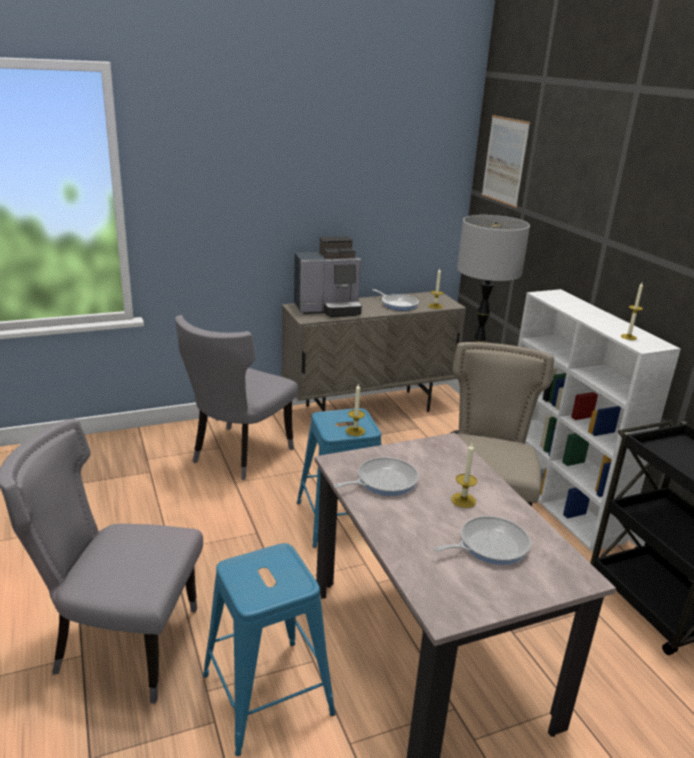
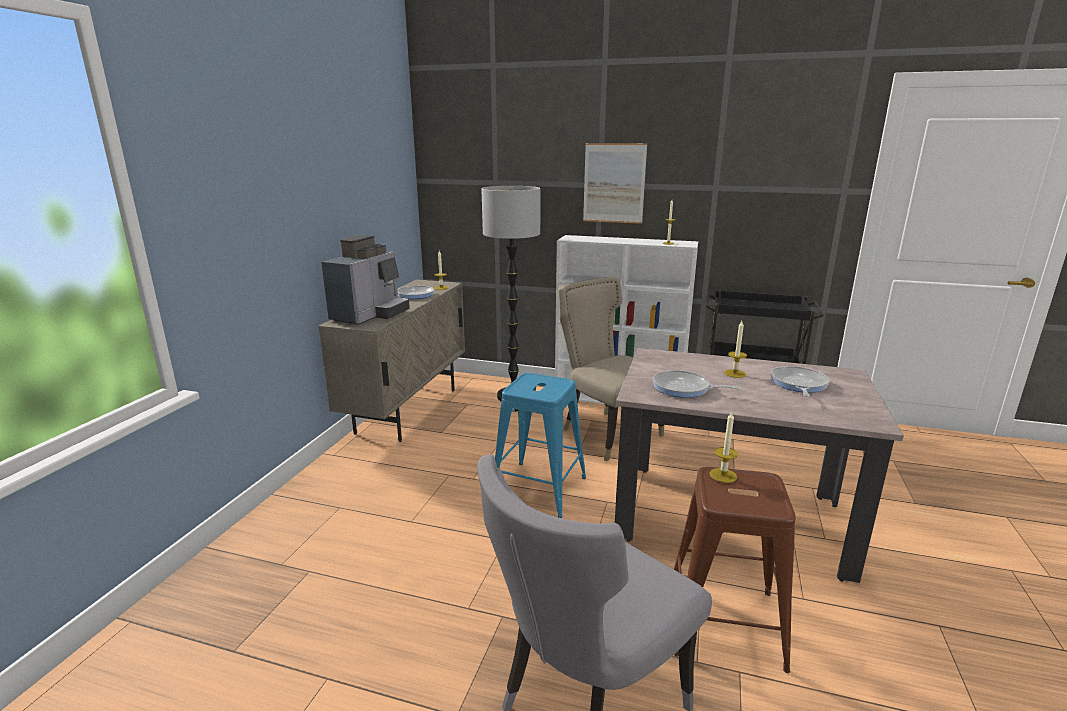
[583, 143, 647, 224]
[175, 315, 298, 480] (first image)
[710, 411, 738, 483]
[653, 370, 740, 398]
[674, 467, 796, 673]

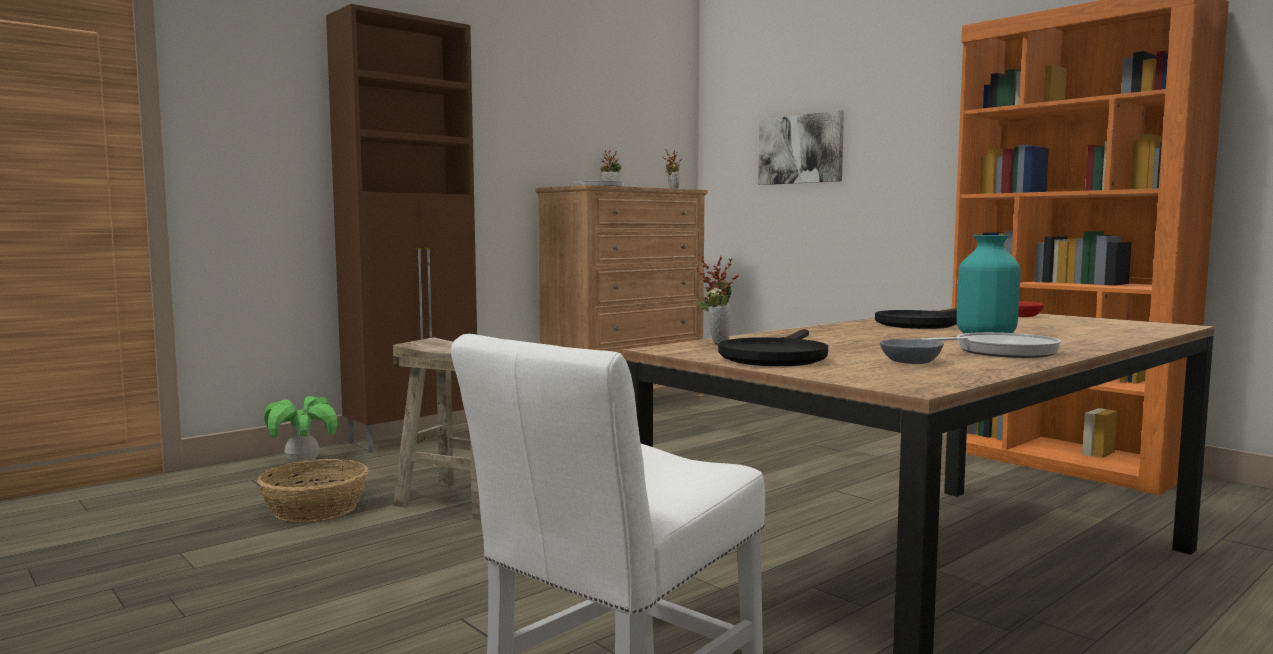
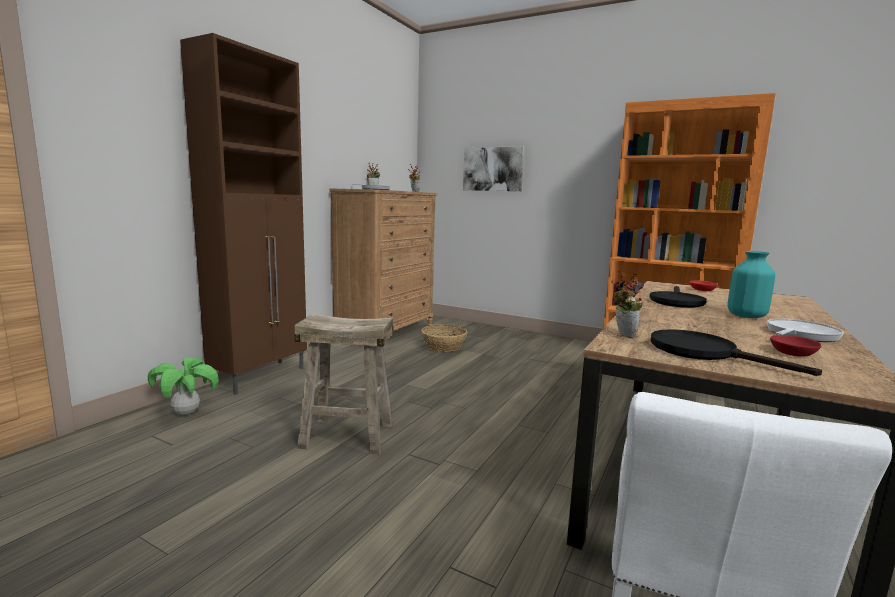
[651, 329, 822, 376]
[770, 335, 822, 357]
[421, 324, 468, 352]

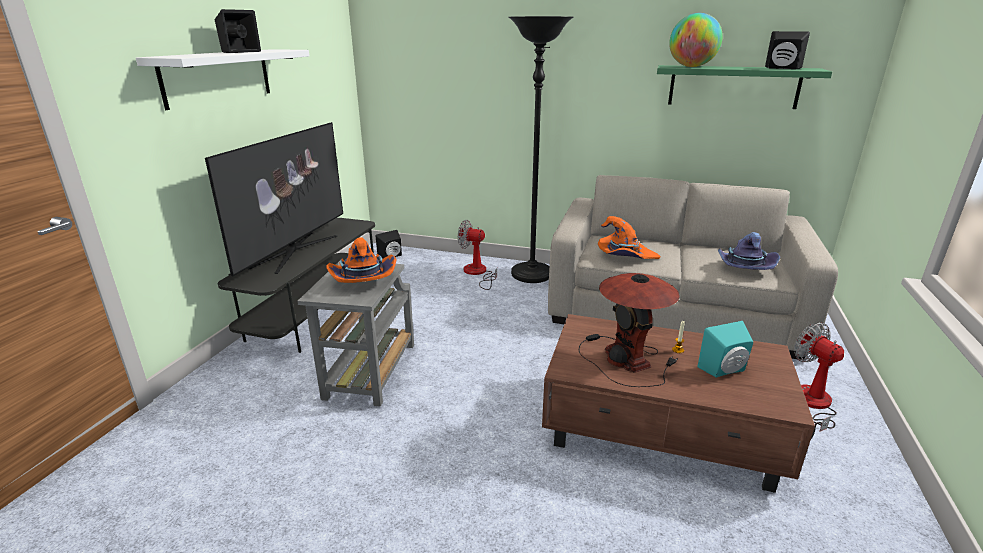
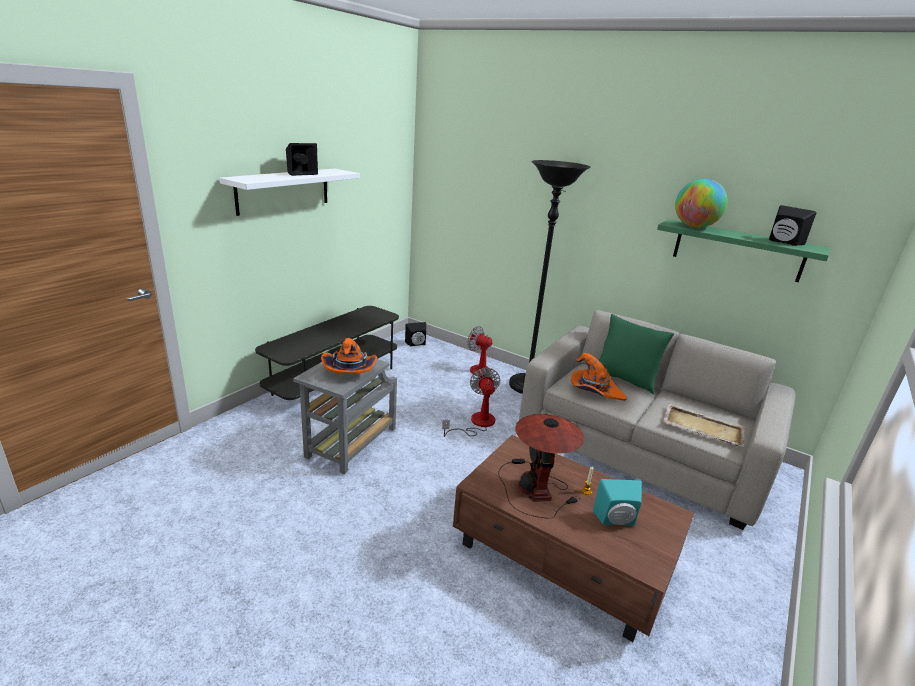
[205, 122, 343, 277] (first image)
[663, 403, 745, 447]
[442, 368, 500, 437]
[599, 314, 674, 394]

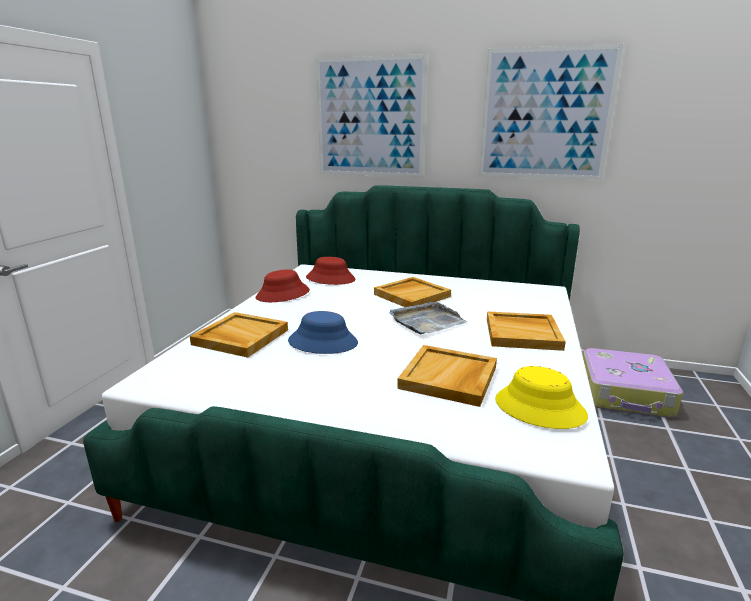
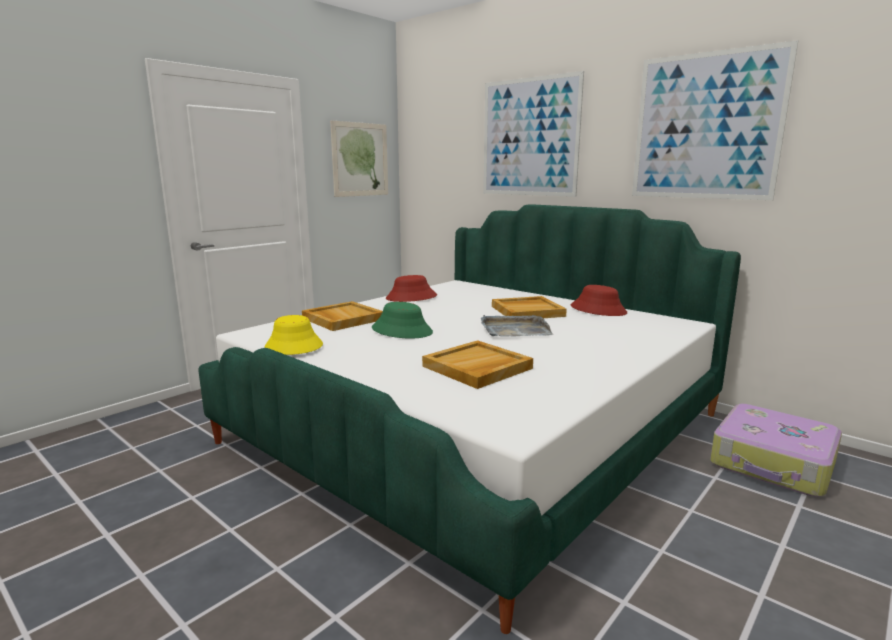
[571, 285, 627, 316]
[372, 302, 433, 339]
[487, 311, 566, 351] (first image)
[264, 315, 323, 355]
[330, 120, 388, 197]

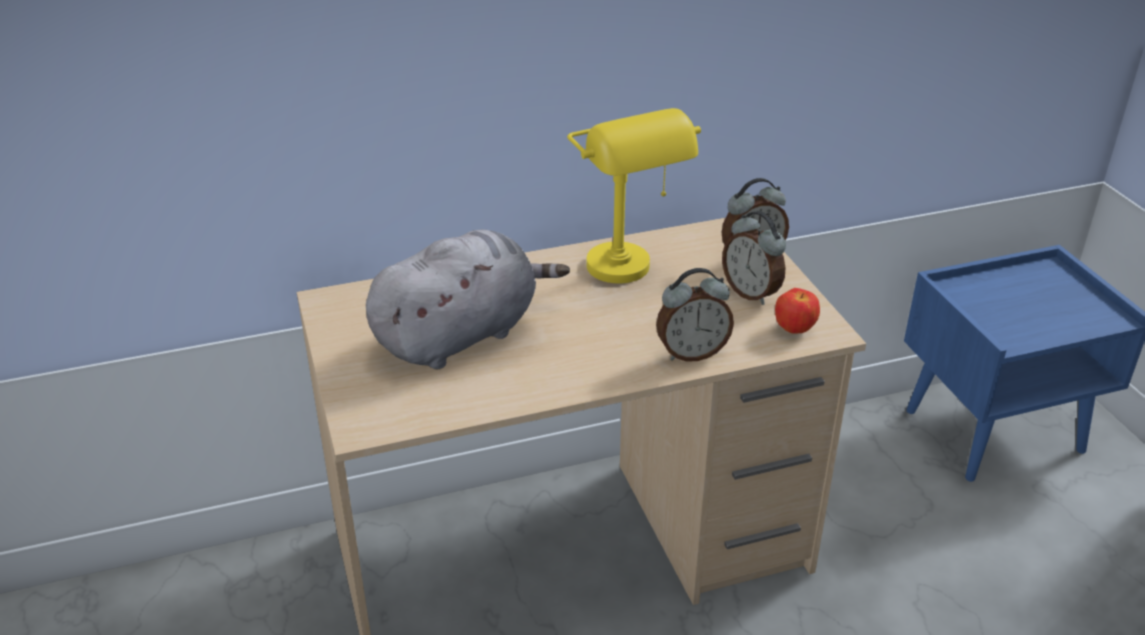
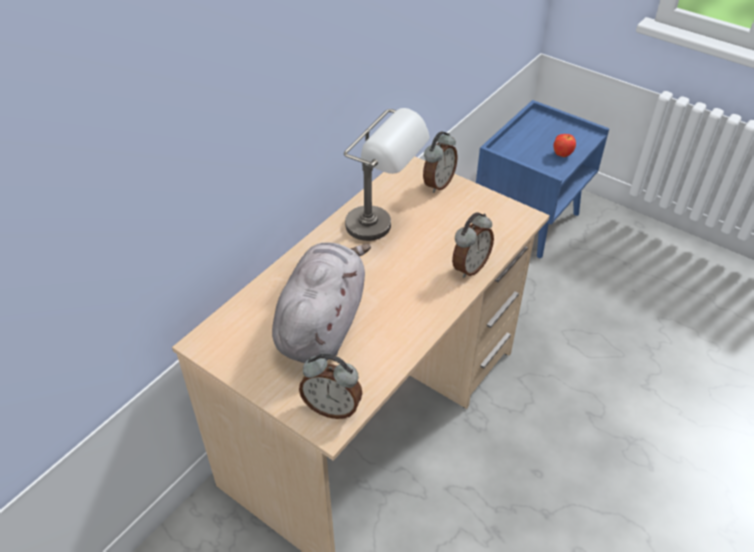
[344, 108, 430, 241]
[299, 353, 363, 419]
[553, 134, 576, 157]

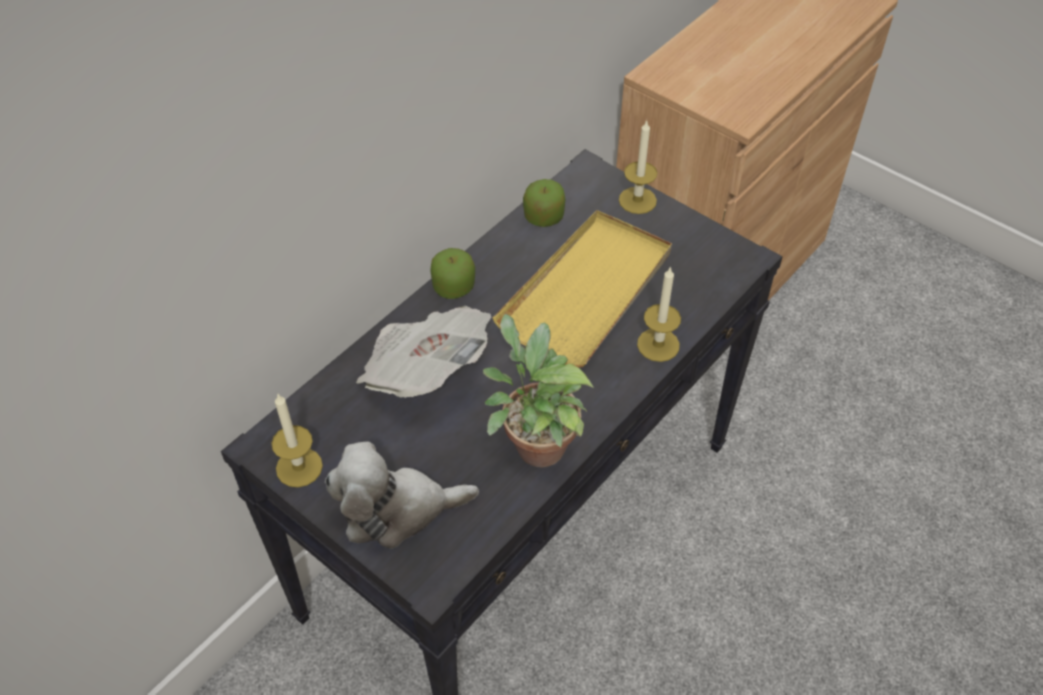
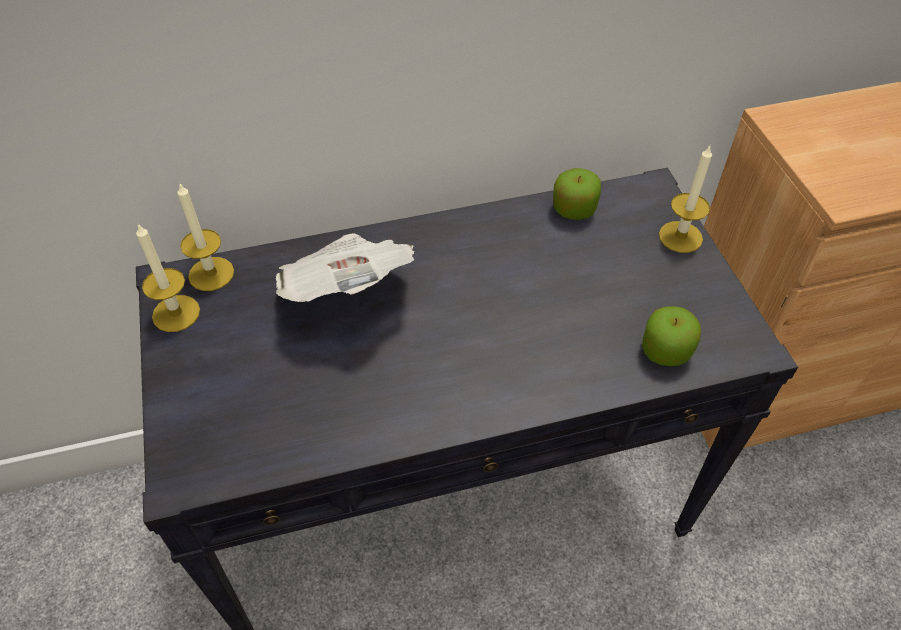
[493, 210, 672, 368] (first image)
[642, 306, 701, 366]
[177, 182, 234, 291]
[483, 314, 594, 468] (first image)
[325, 442, 479, 549] (first image)

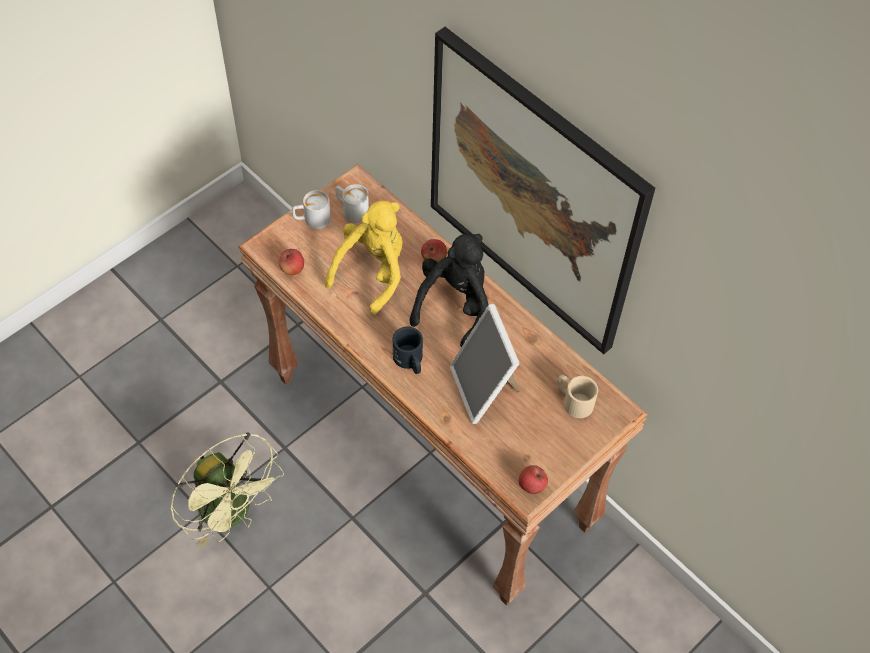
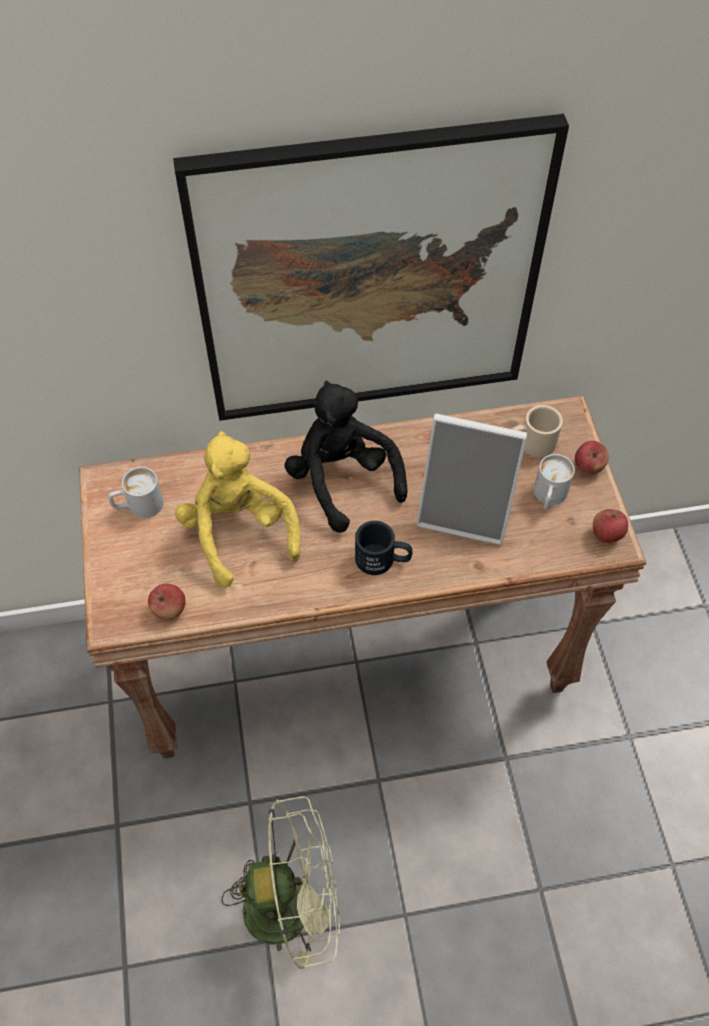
[534, 454, 575, 510]
[575, 441, 609, 474]

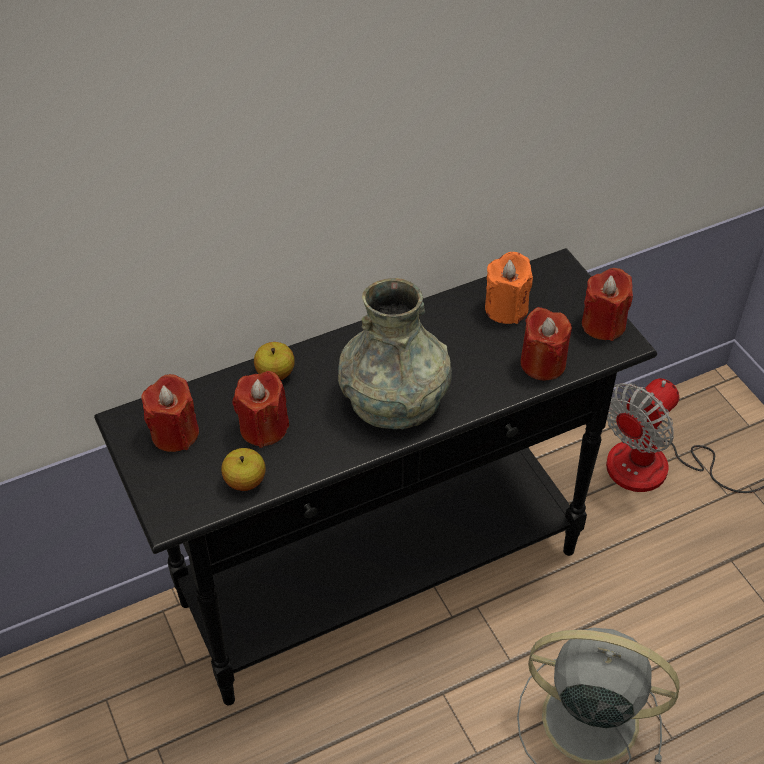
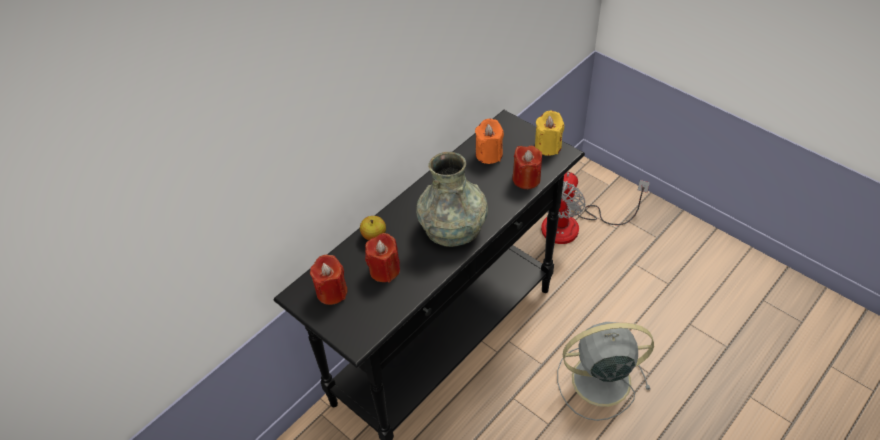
[535, 111, 564, 156]
[221, 448, 265, 491] (first image)

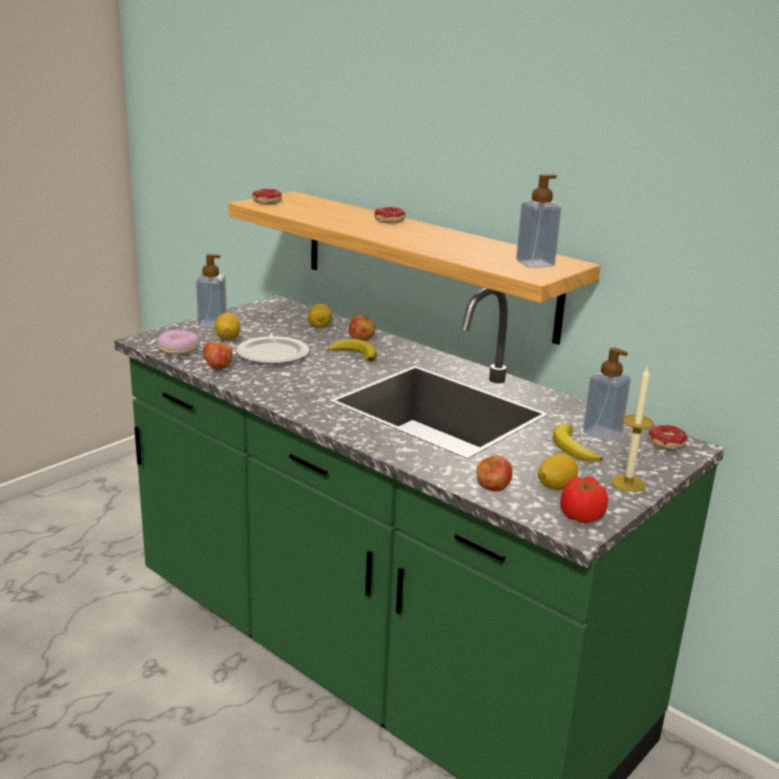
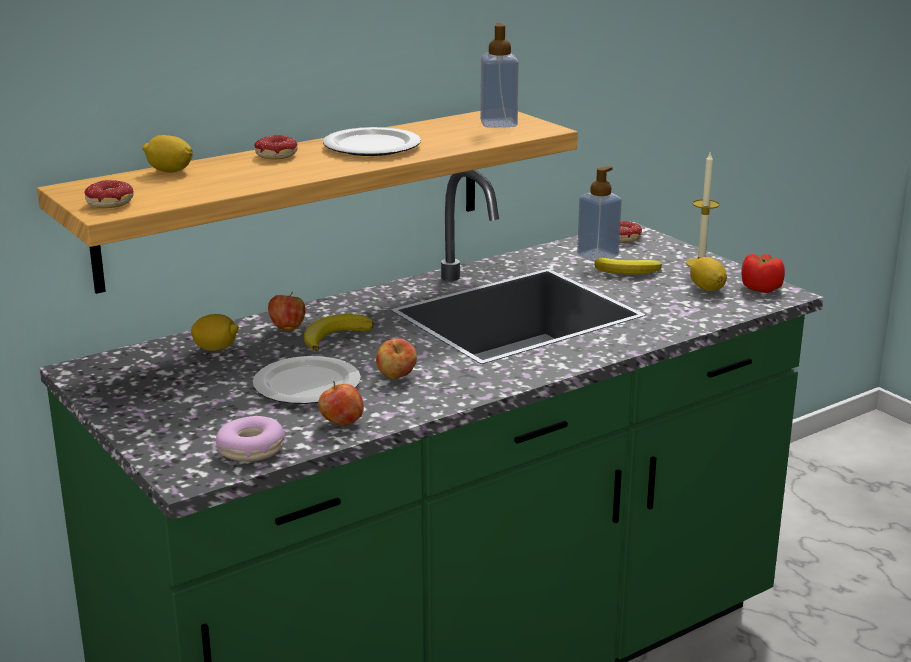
[196, 254, 227, 328] (first image)
[142, 135, 193, 172]
[376, 339, 417, 379]
[323, 127, 421, 156]

